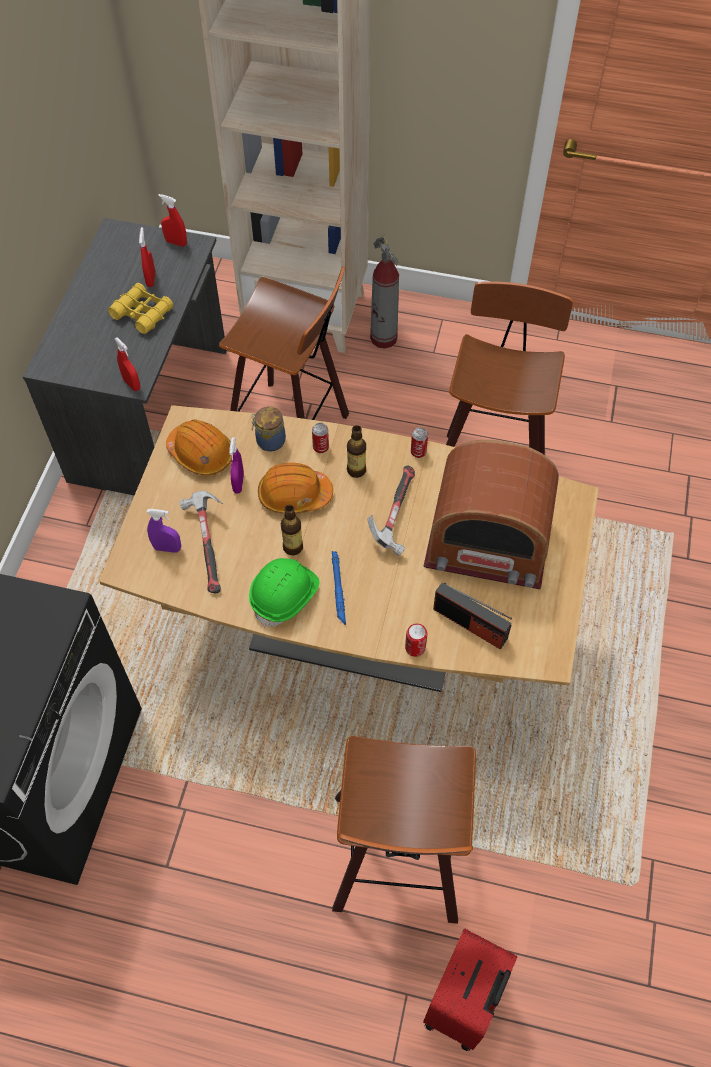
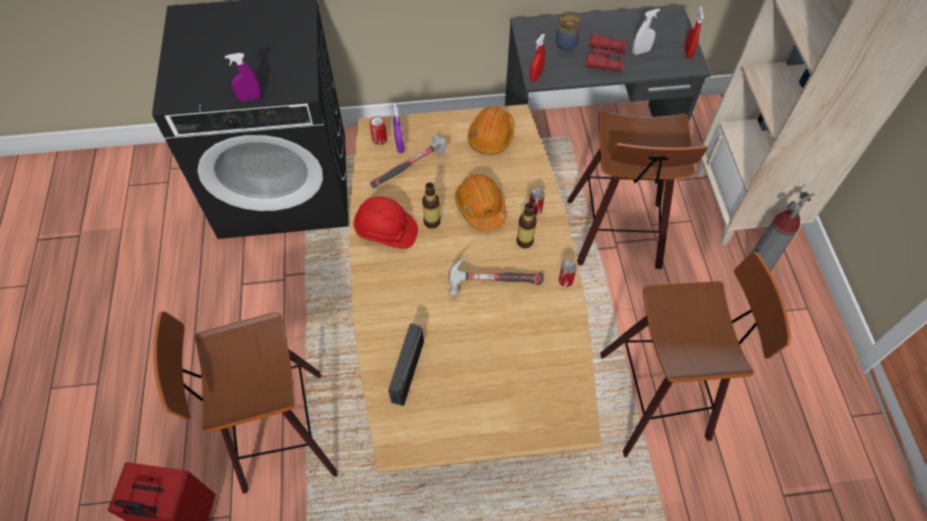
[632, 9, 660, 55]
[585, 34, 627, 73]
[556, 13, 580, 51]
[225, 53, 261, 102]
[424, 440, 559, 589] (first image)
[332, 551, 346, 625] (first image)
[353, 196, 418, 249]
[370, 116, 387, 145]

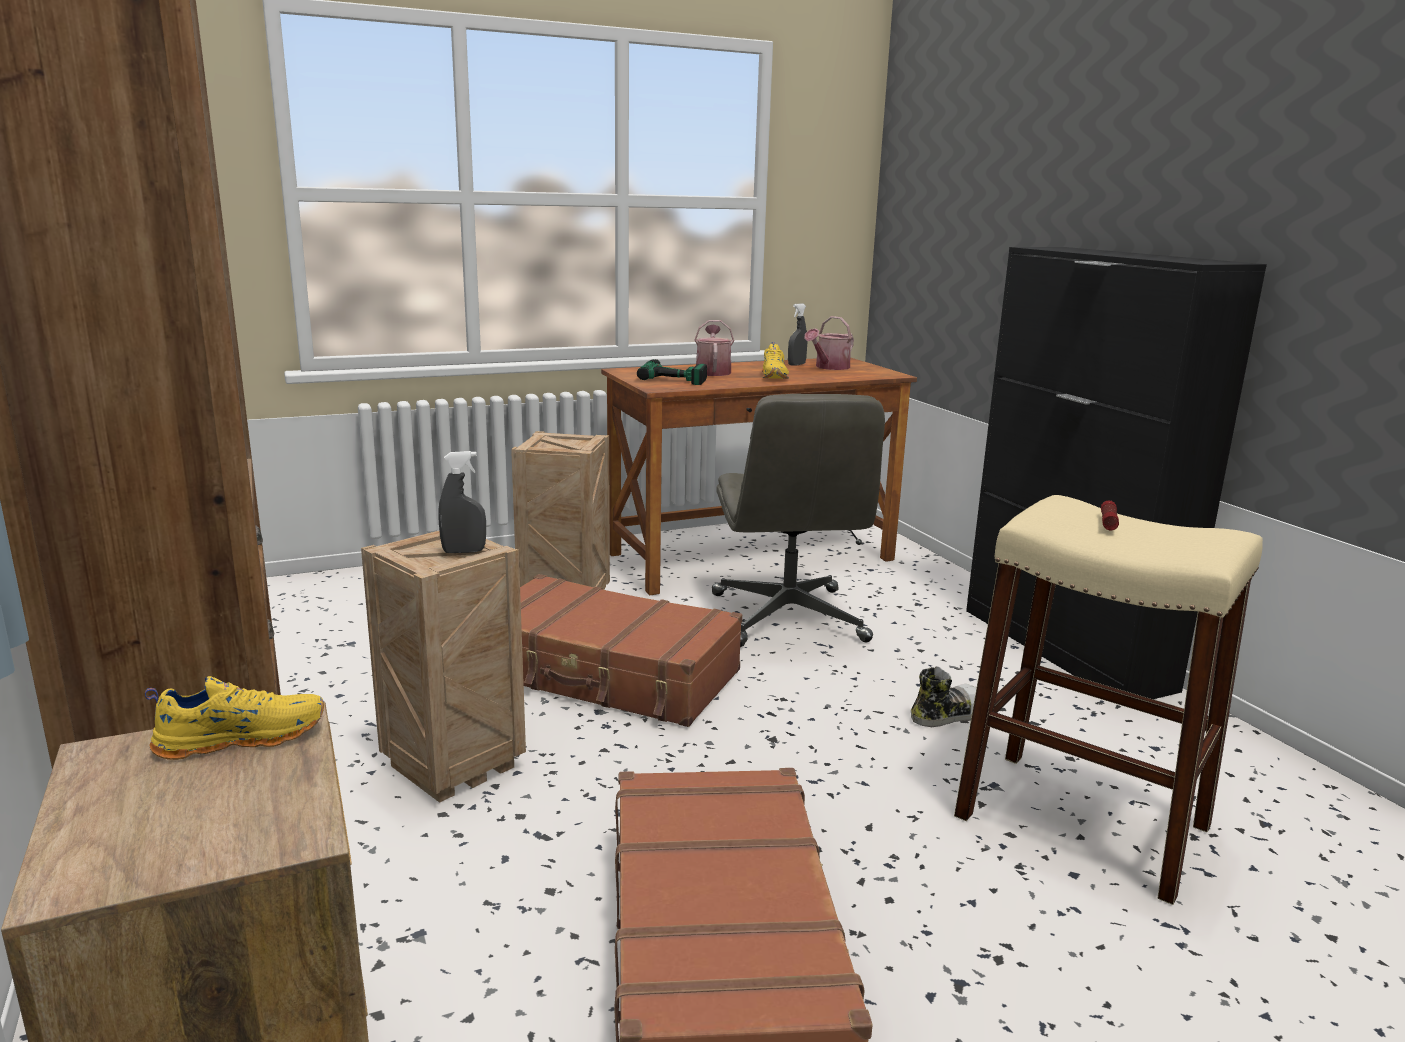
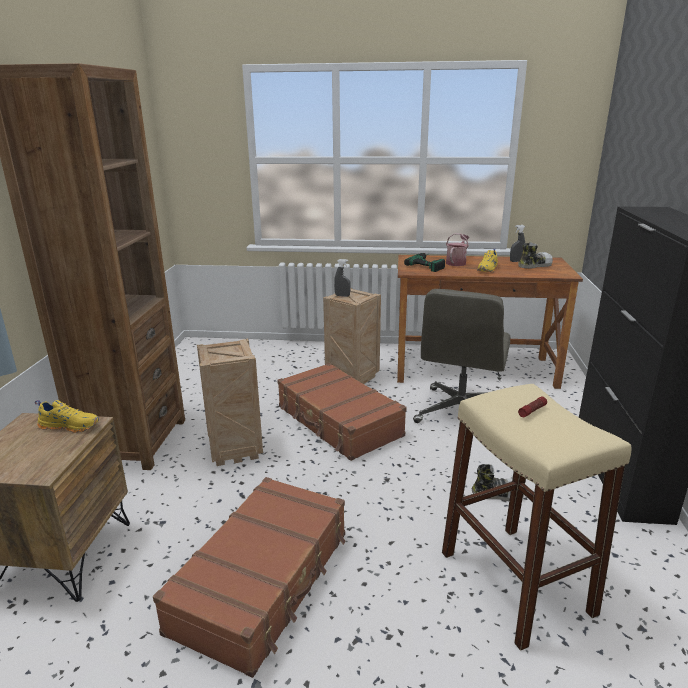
[518, 242, 553, 269]
[334, 259, 351, 297]

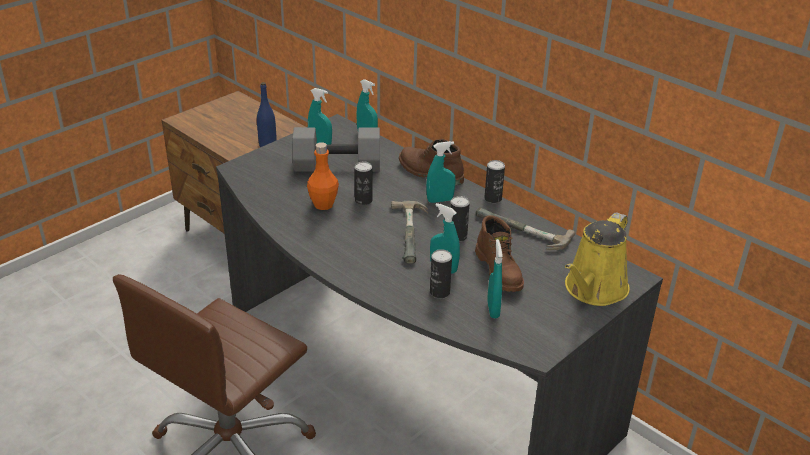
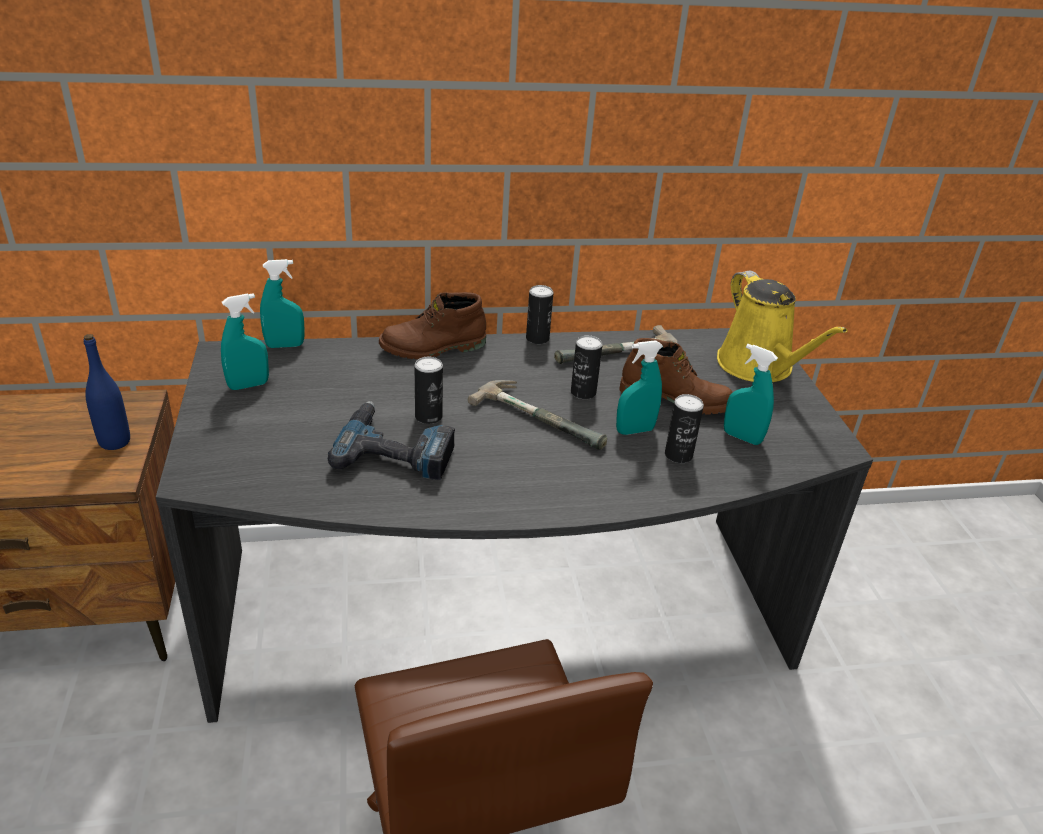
[292, 127, 380, 172] (first image)
[426, 141, 456, 203] (first image)
[328, 401, 455, 480]

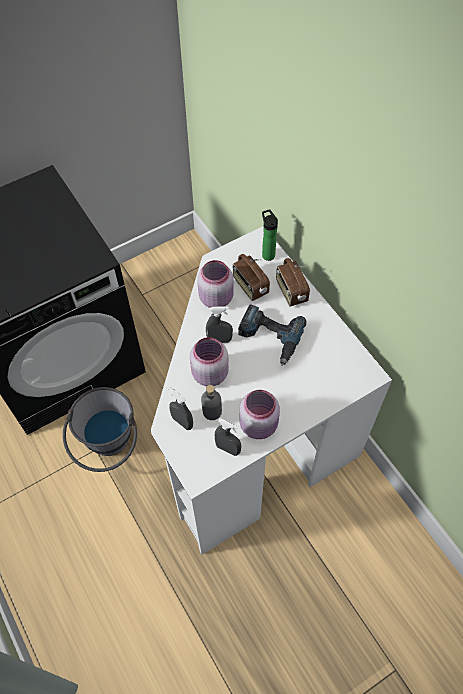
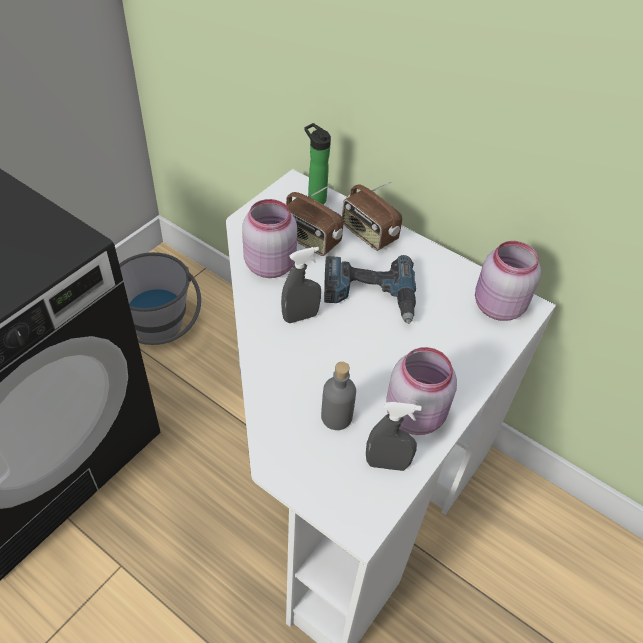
[475, 241, 541, 321]
[119, 252, 201, 345]
[169, 387, 193, 430] (first image)

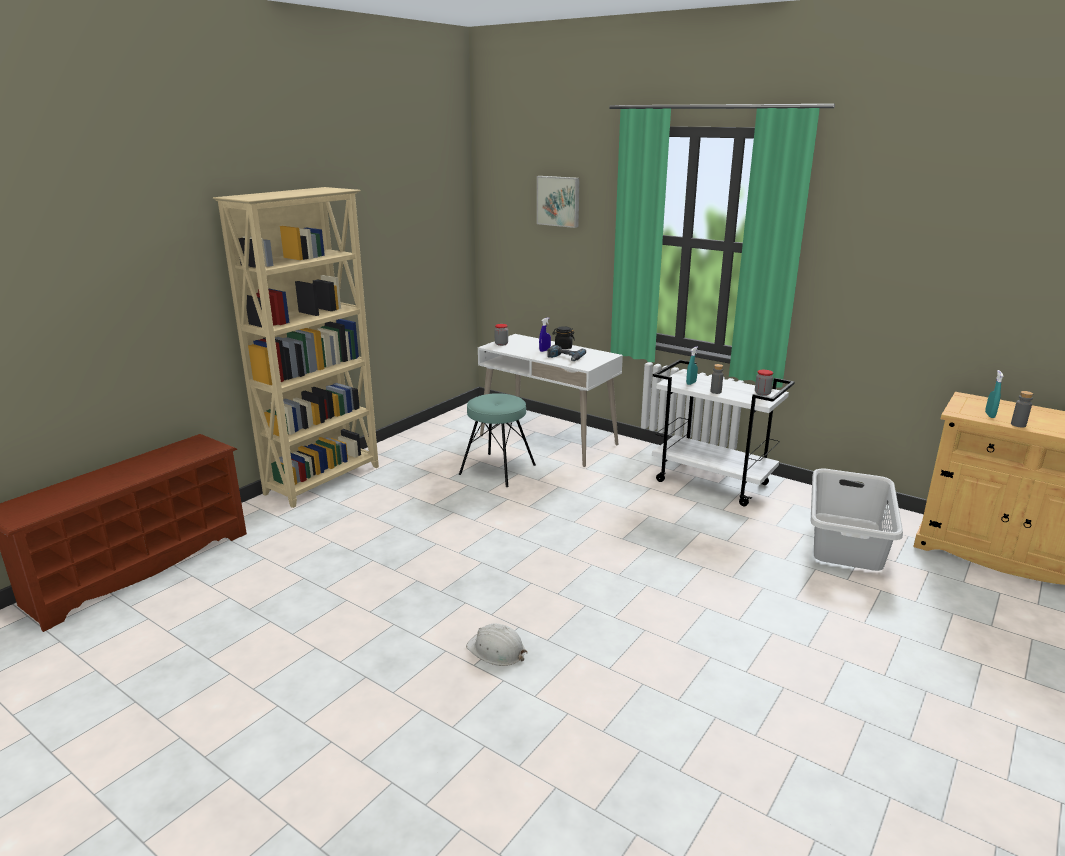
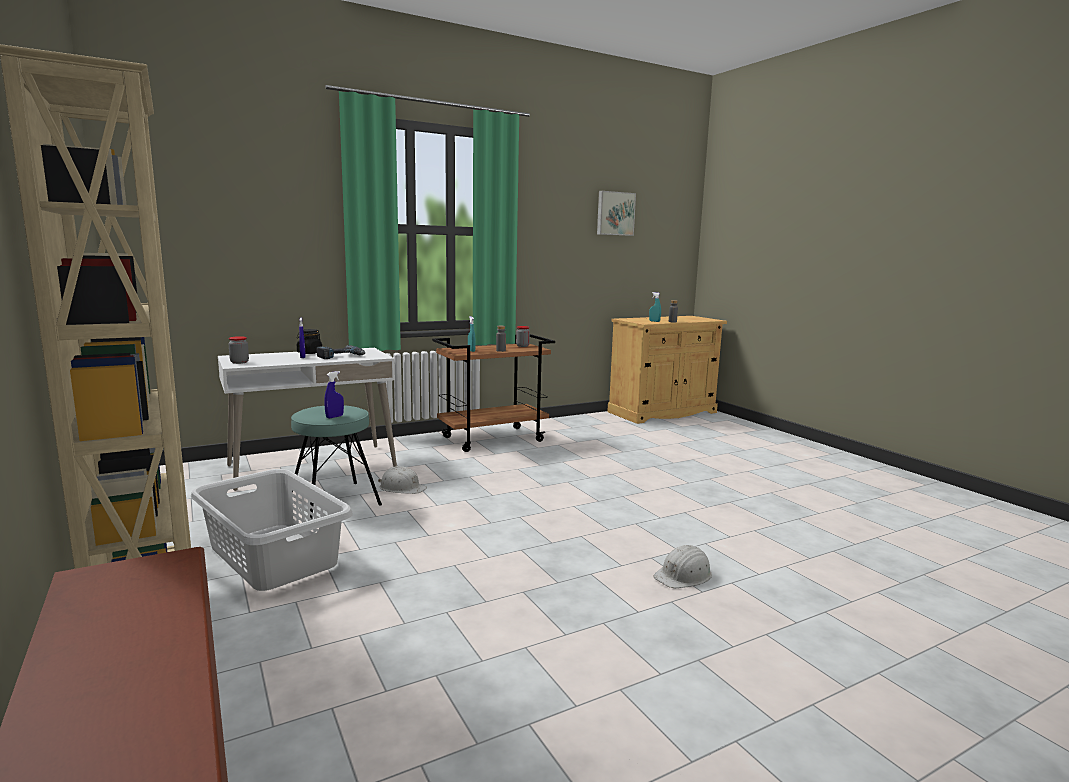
[597, 191, 636, 236]
[432, 334, 555, 452]
[191, 469, 353, 591]
[324, 371, 344, 419]
[378, 466, 427, 494]

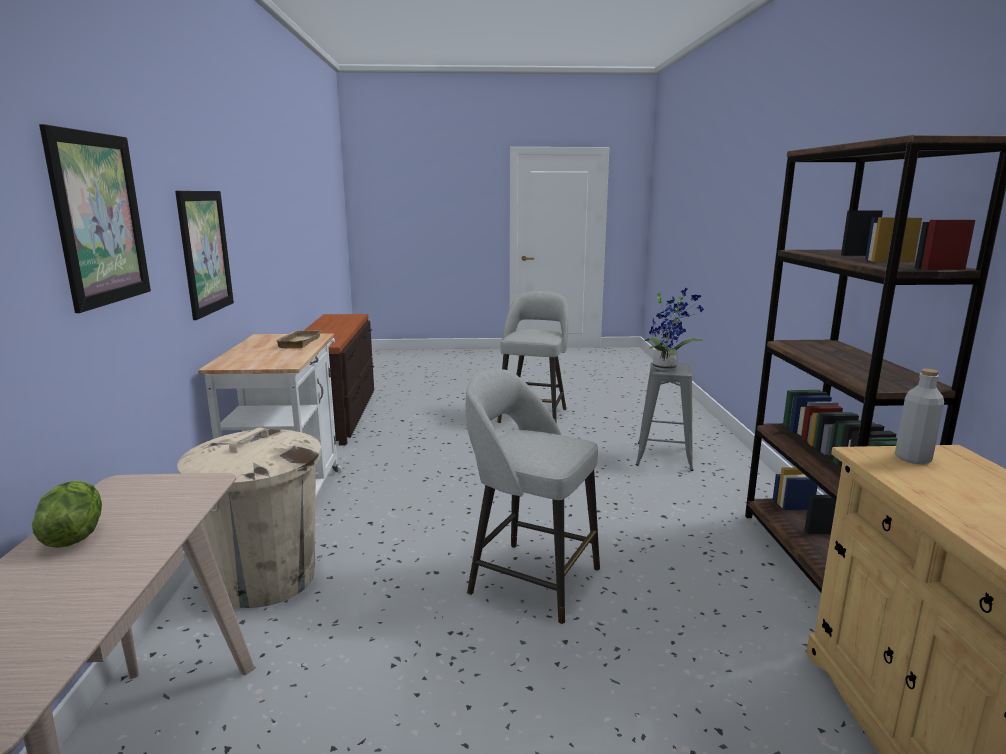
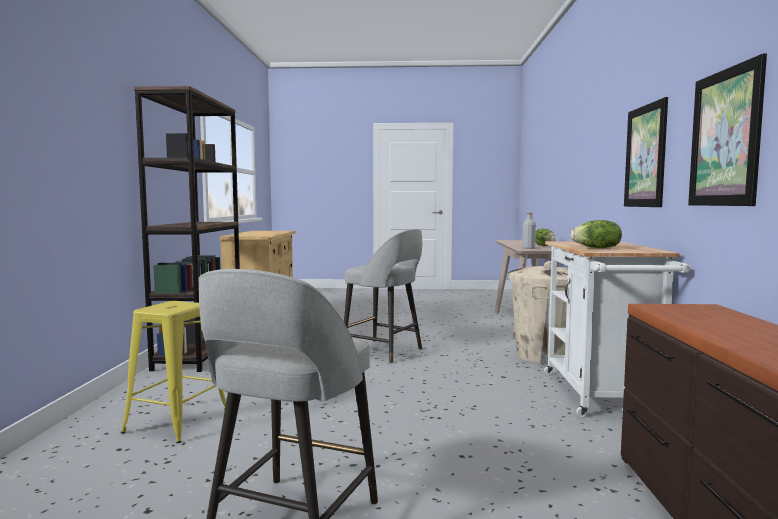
[688, 53, 767, 206]
[645, 288, 704, 371] (first image)
[570, 220, 622, 248]
[121, 301, 226, 444]
[522, 213, 536, 249]

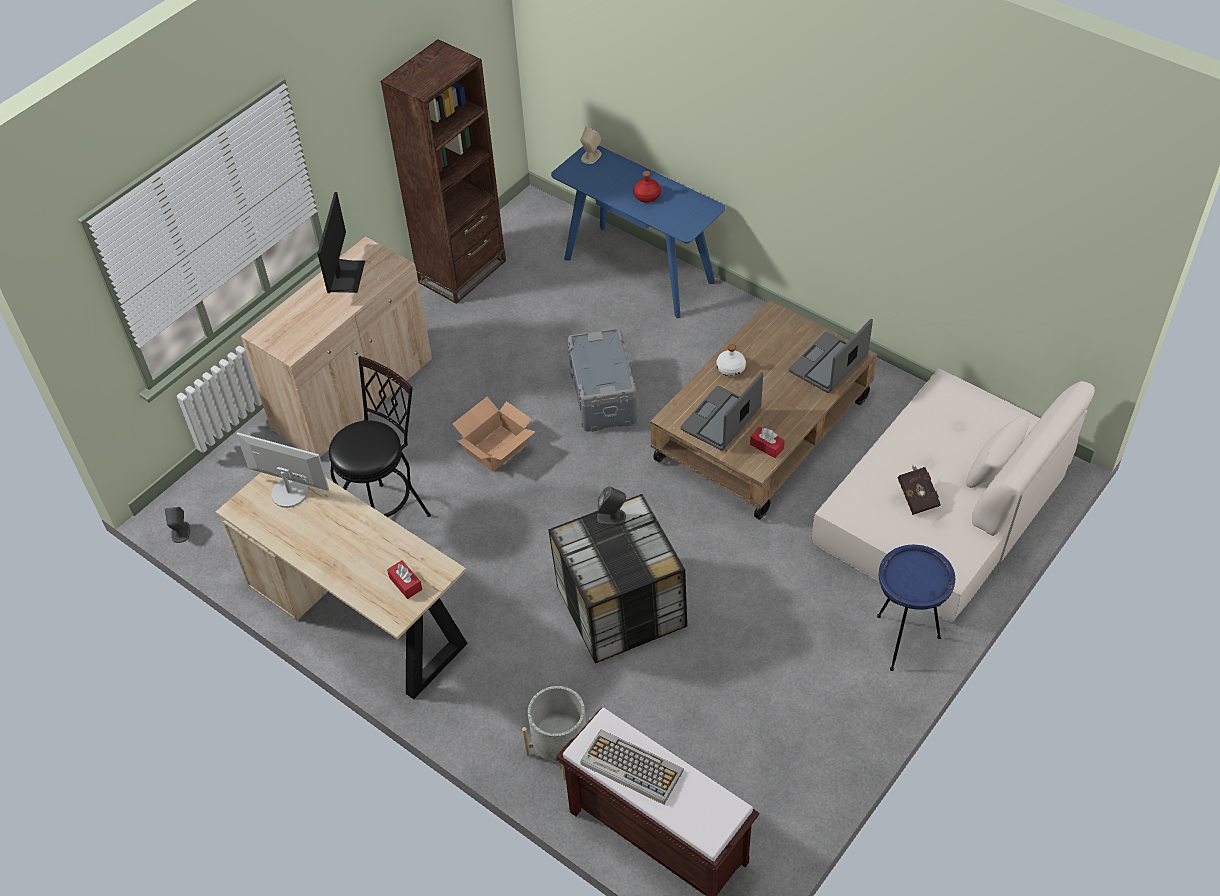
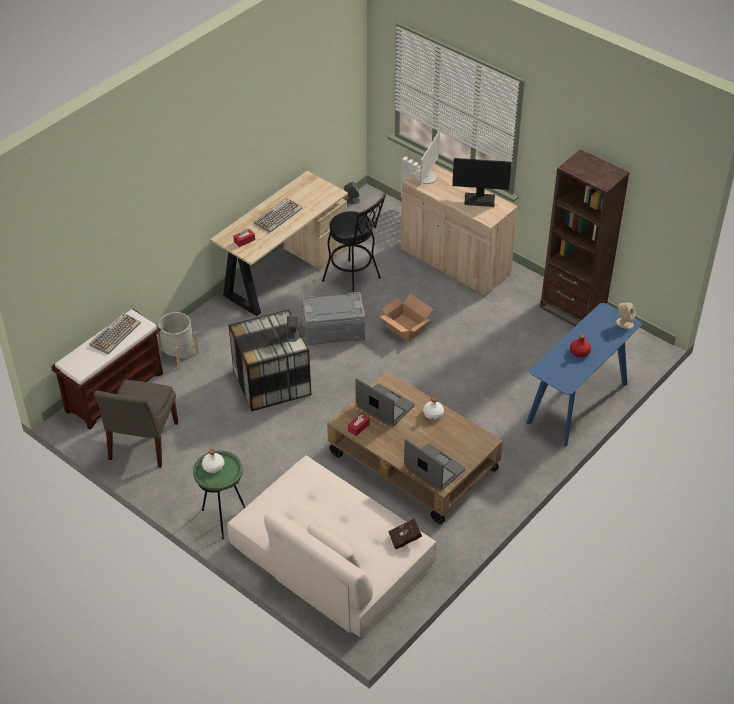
[301, 292, 365, 346]
[416, 131, 440, 186]
[388, 519, 425, 549]
[193, 451, 245, 539]
[254, 198, 302, 233]
[94, 380, 178, 468]
[202, 449, 224, 473]

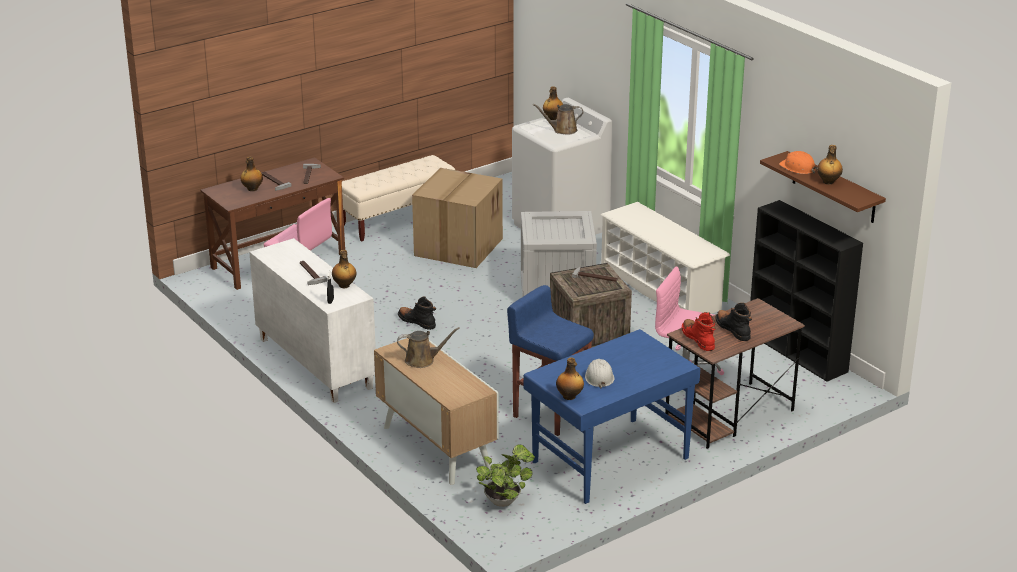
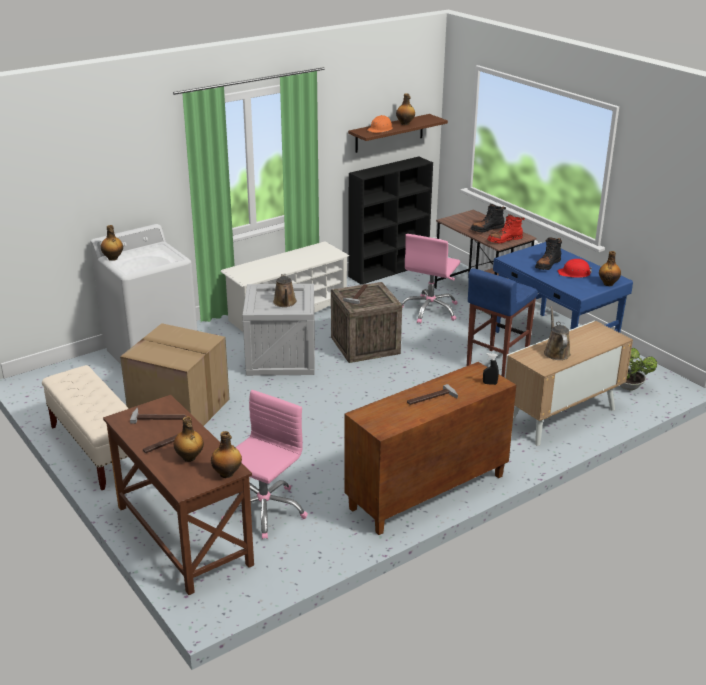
[273, 274, 297, 307]
[344, 362, 516, 535]
[211, 431, 242, 478]
[535, 237, 562, 270]
[558, 259, 592, 278]

